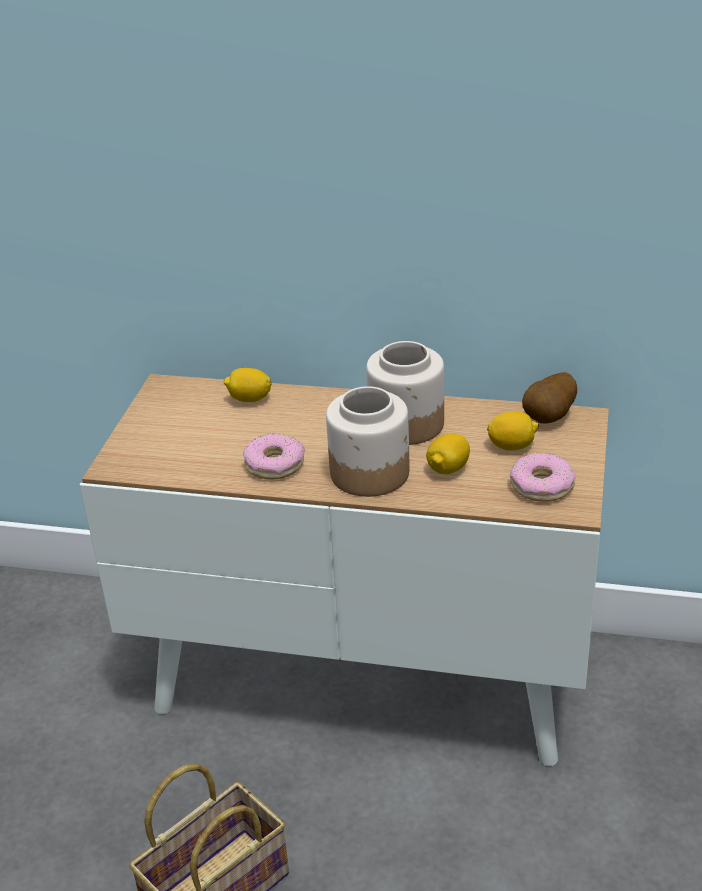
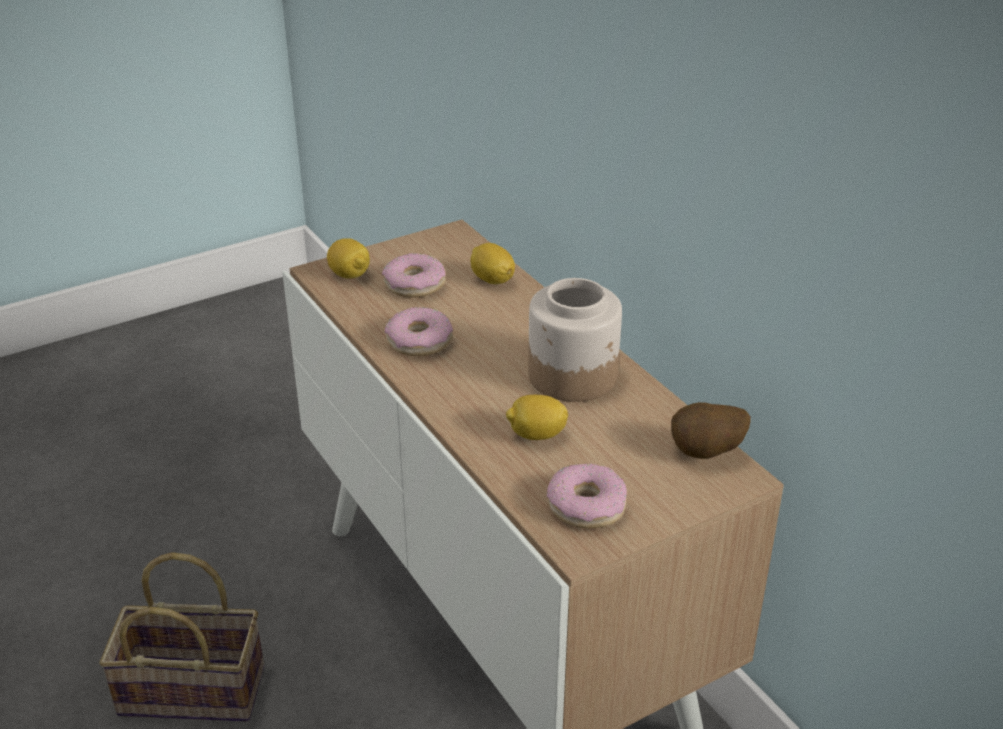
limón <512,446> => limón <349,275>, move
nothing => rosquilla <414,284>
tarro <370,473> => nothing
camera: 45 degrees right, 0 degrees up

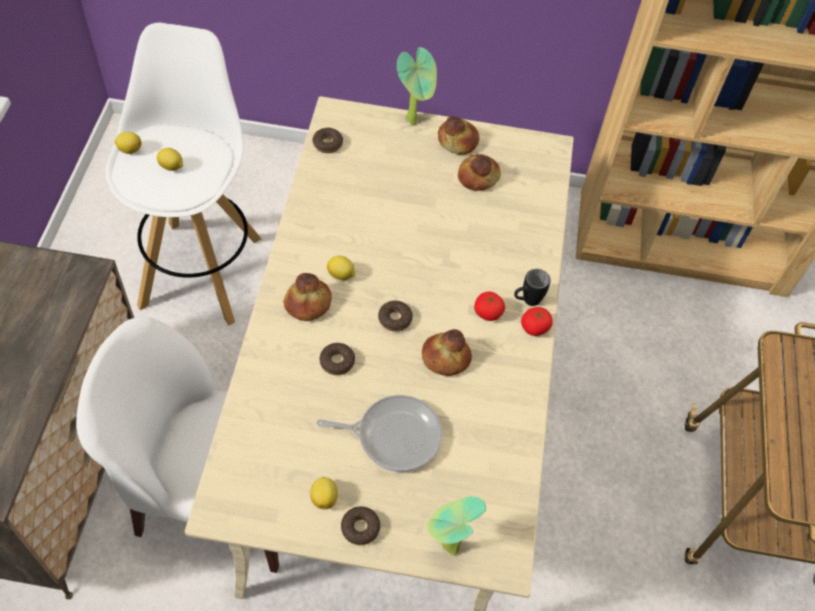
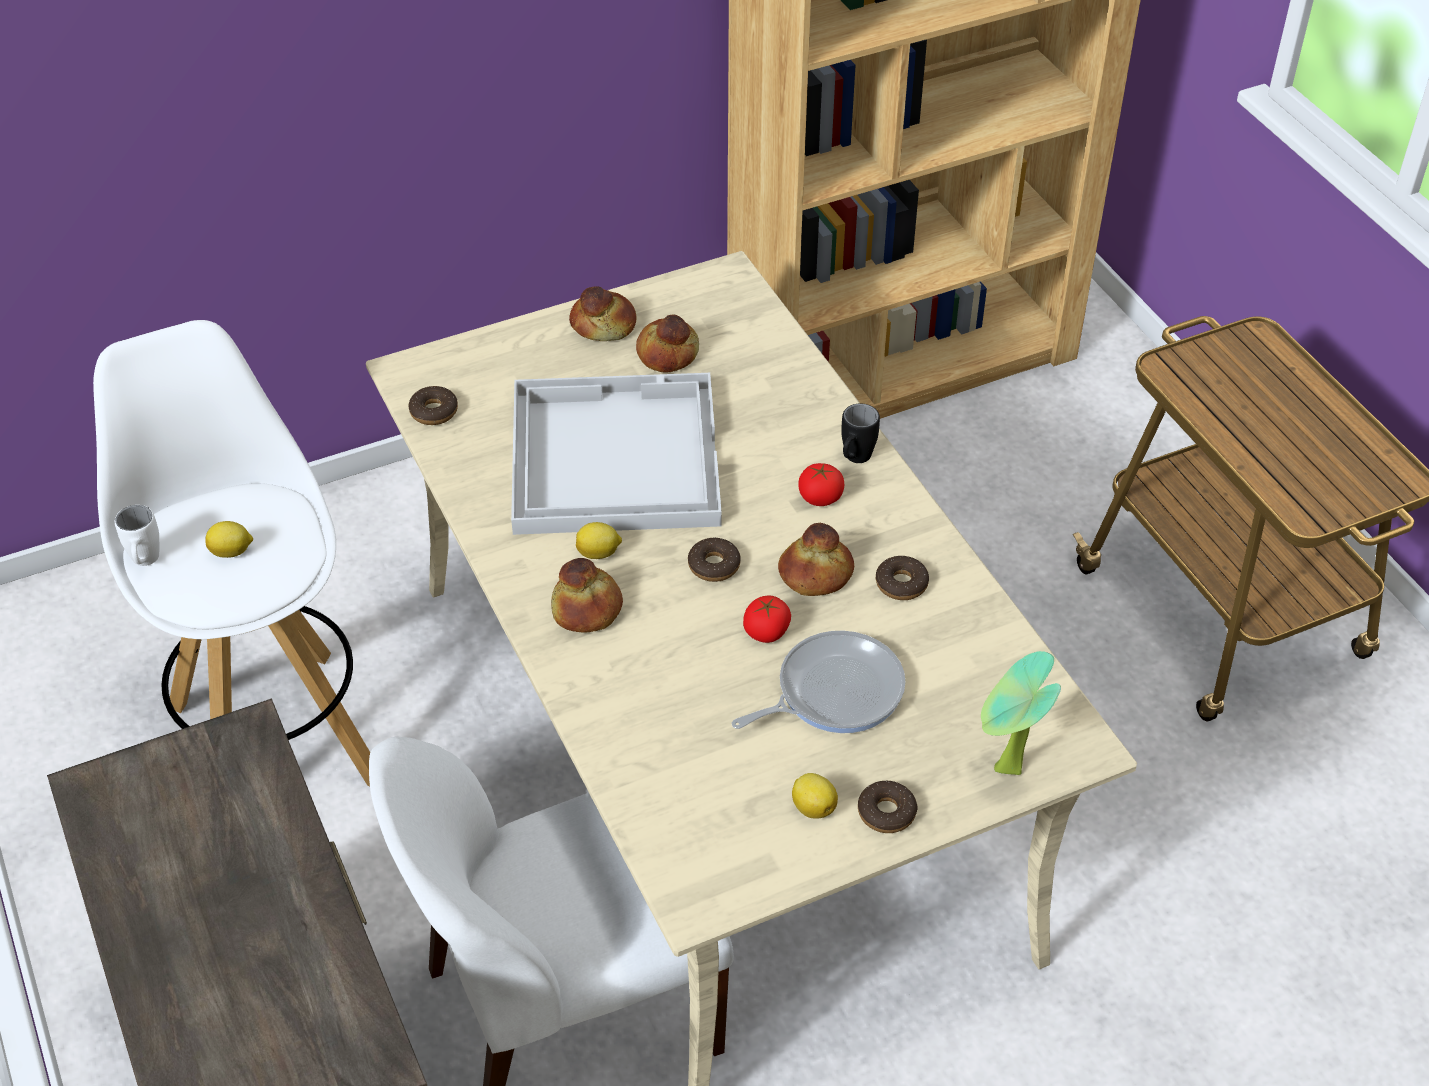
limón <129,149> => taza grande/blanco <145,563>
nothing => bandeja/blanco <612,456>
tomate <534,328> => tomate <766,632>, move
rosquilla <337,362> => rosquilla <901,584>, move
planta en maceta <414,120> => nothing
camera: 30 degrees left, 10 degrees down

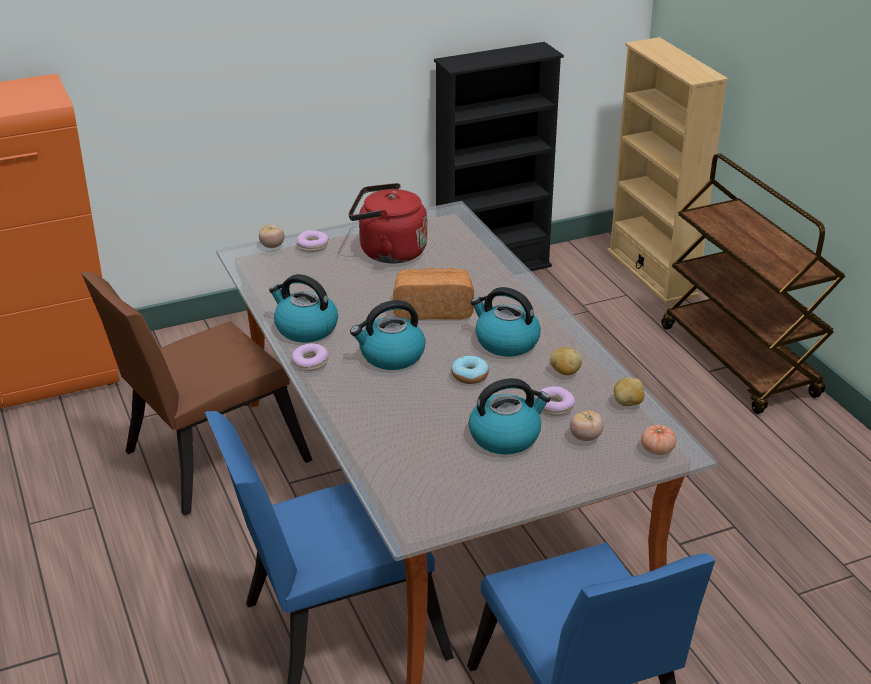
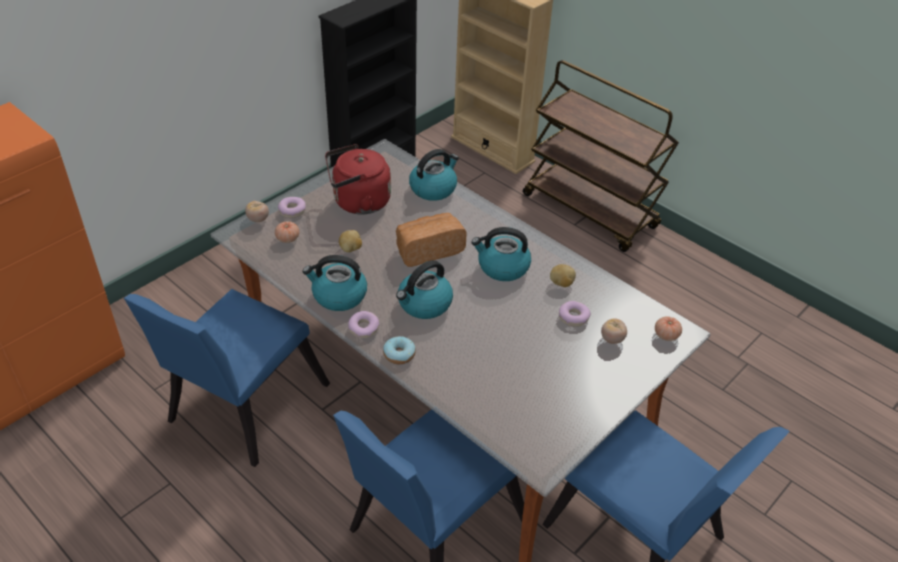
silla/marrón <205,459> => silla/azul <241,408>
nothing => tomate <287,238>
patata <628,403> => patata <351,249>, move
rosquilla <470,376> => rosquilla <399,354>, move
hervidor <505,436> => hervidor <433,188>, move
camera: 25 degrees left, 10 degrees up

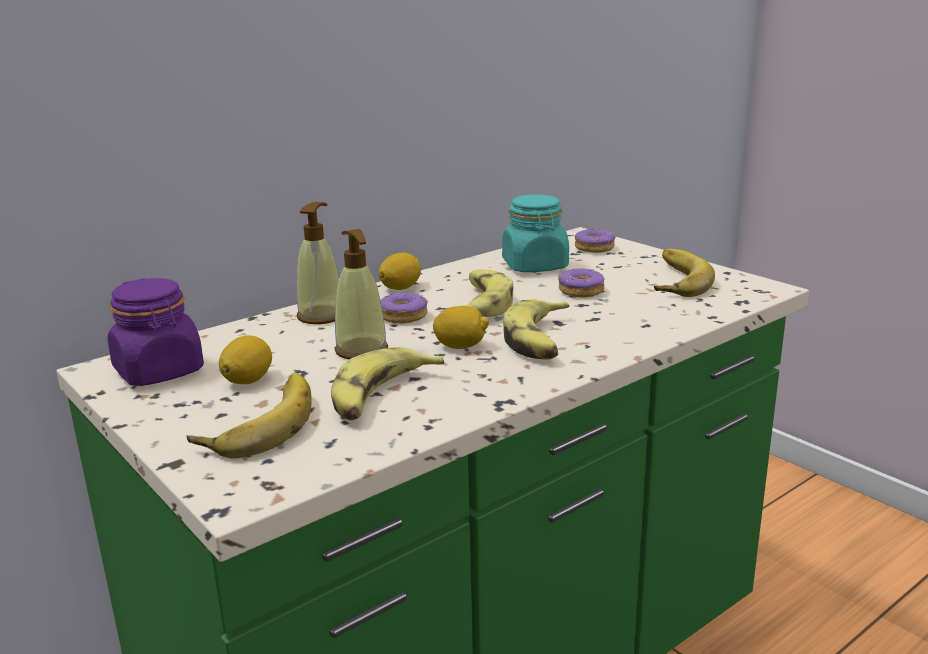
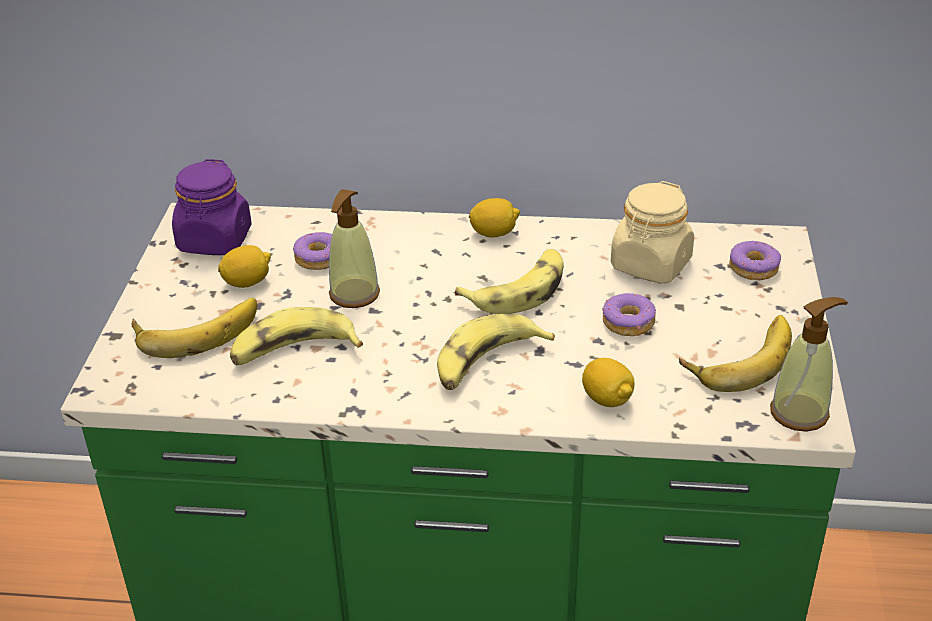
rosquilla <403,316> => rosquilla <319,258>, move
limón <461,346> => limón <607,399>, move
tarro/turquesa <535,266> => tarro/beis <650,265>
dispensador de jabón <321,316> => dispensador de jabón <799,413>, move
camera: 45 degrees right, 15 degrees up

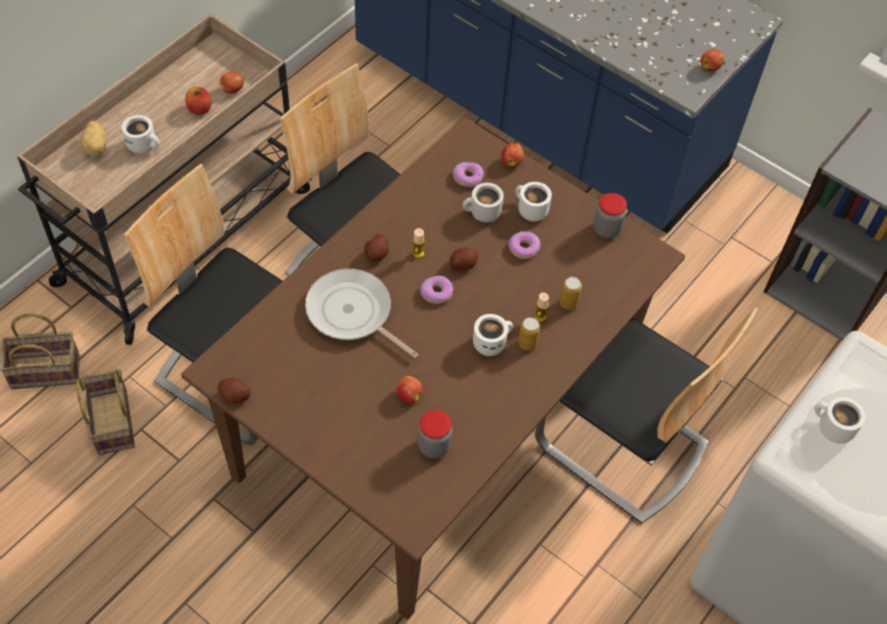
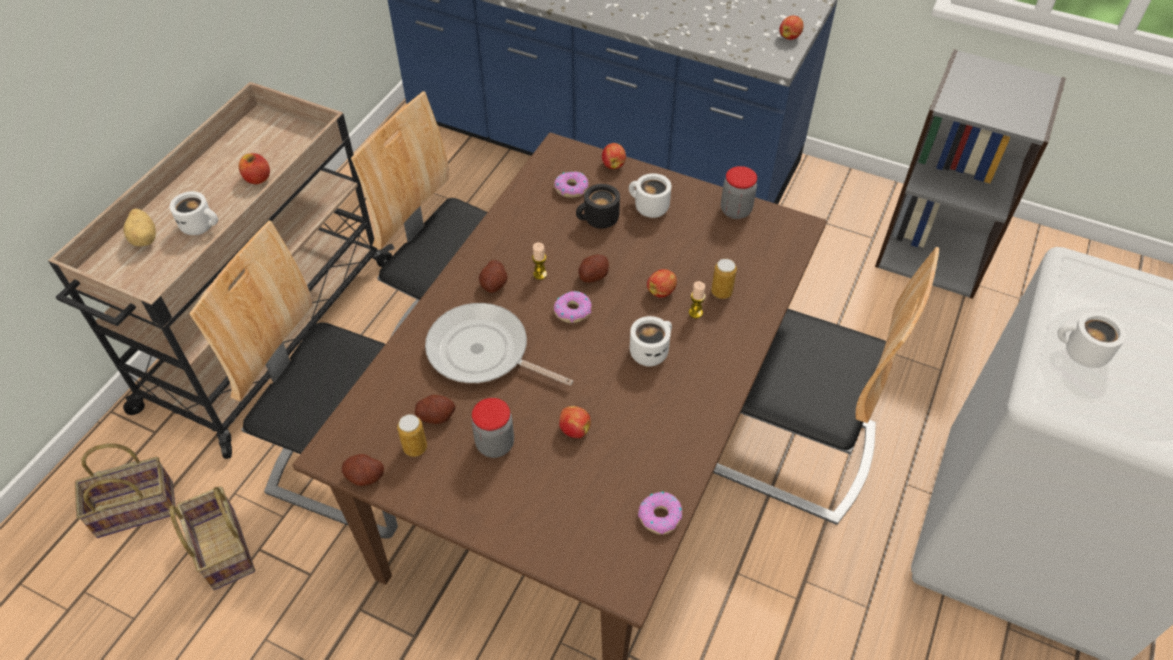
lata <527,343> => lata <415,447>, move
nothing => patata <436,416>
tarro <434,446> => tarro <495,444>, move
taza grande/blanco <483,214> => taza grande/negro <599,221>
rosquilla <524,248> => rosquilla <660,516>, move
manzana <233,89> => manzana <661,291>, move
camera: 10 degrees left, 5 degrees down

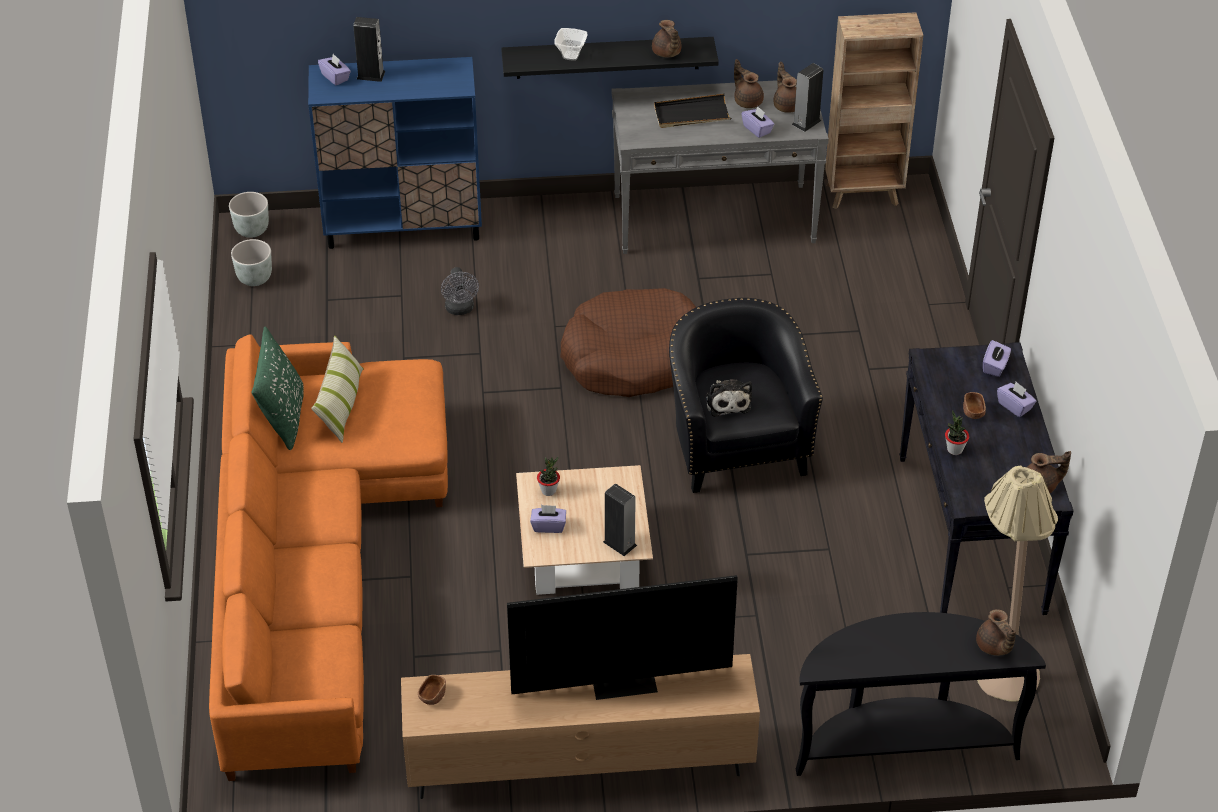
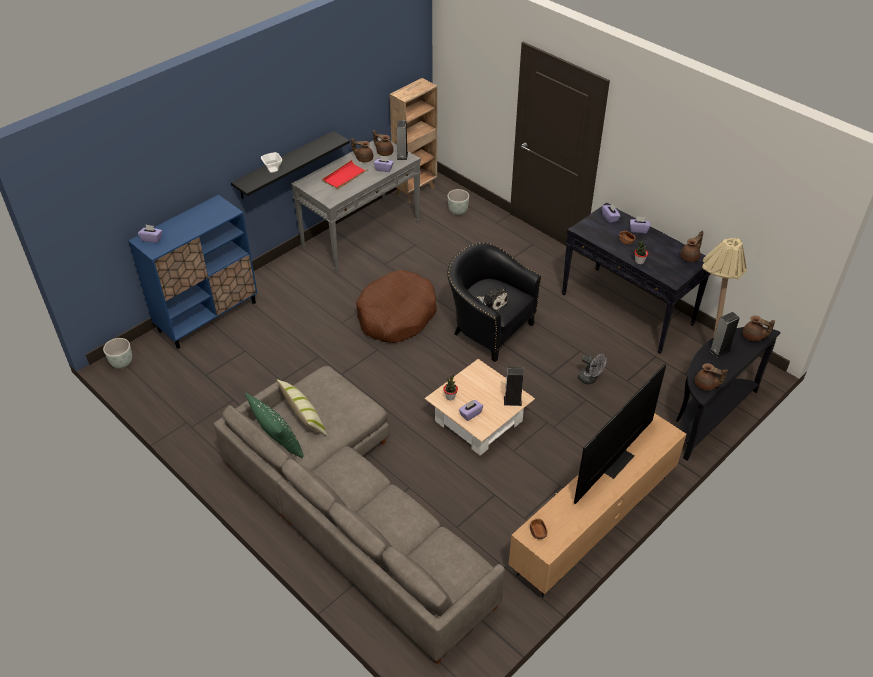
sofá/naranja <316,561> => sofá/gris <351,512>
bandeja/negro <691,114> => bandeja/rojo <344,176>
maceta/gris <254,279> => maceta/gris <458,211>, move
ventilador/gris <460,309> => ventilador/gris <590,379>, move
tetera/marrón <666,53> => tetera/marrón <706,385>, move
altavoz <370,75> => altavoz <719,350>, move
camera: 40 degrees left, 0 degrees up

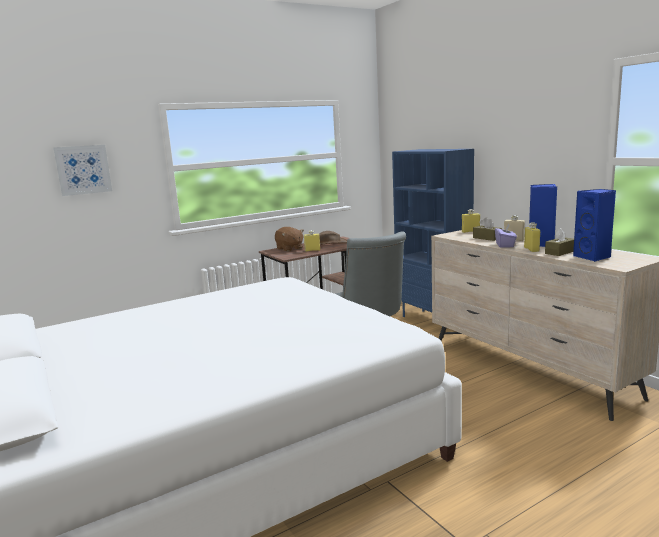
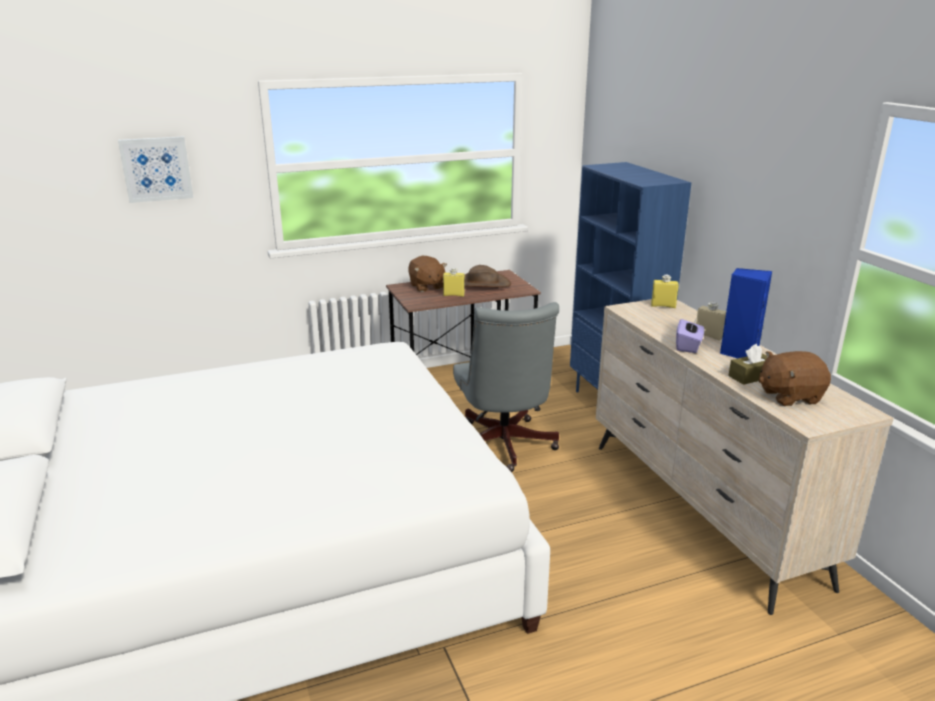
altavoz/azul <593,257> => peluche/marrón <789,396>
caja de pañuelos/marrón <487,238> => nothing
botella/amarillo <531,249> => nothing
camera: 10 degrees right, 10 degrees up

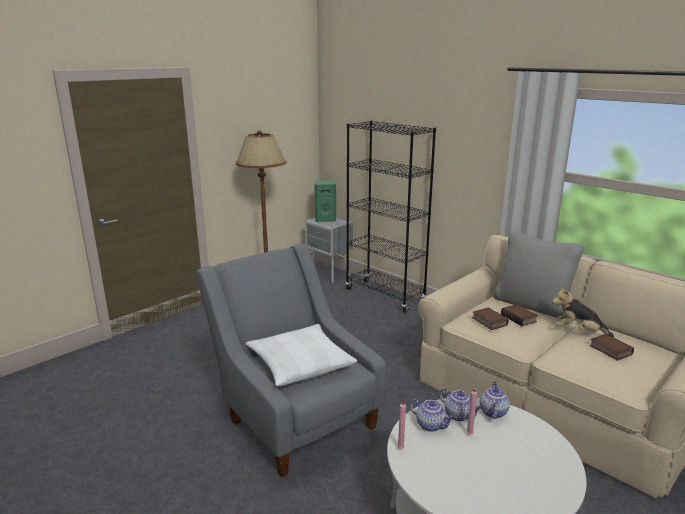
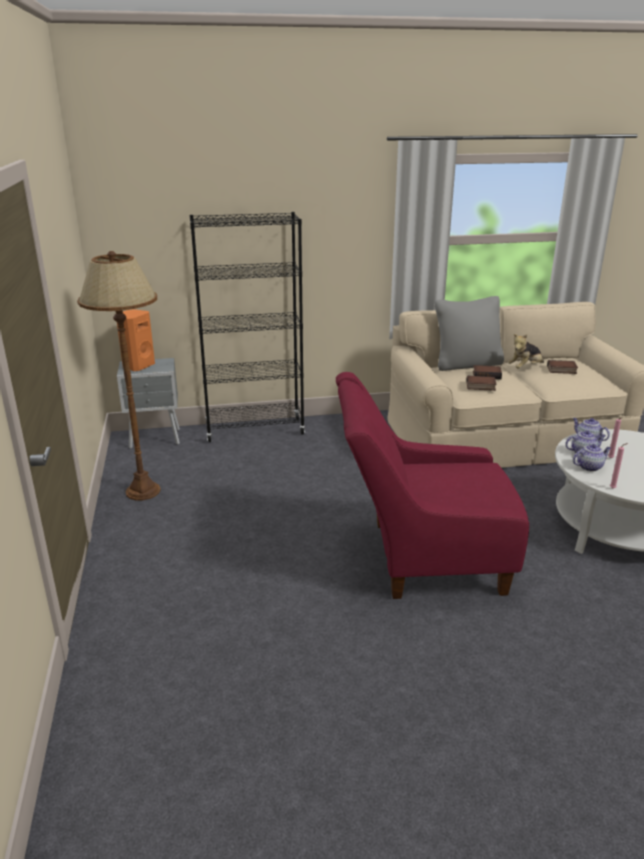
altavoz/verde <325,220> => altavoz/naranja <138,366>
sillón/gris <296,417> => sillón/rojo <421,557>
cojín/blanco <300,363> => nothing
camera: 55 degrees left, 5 degrees up

